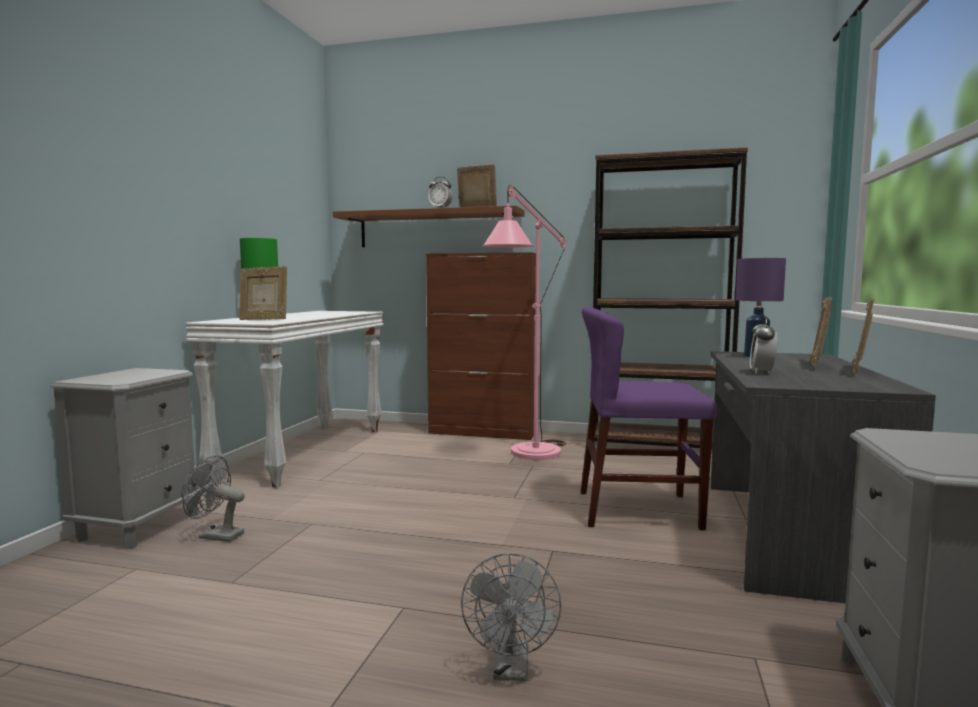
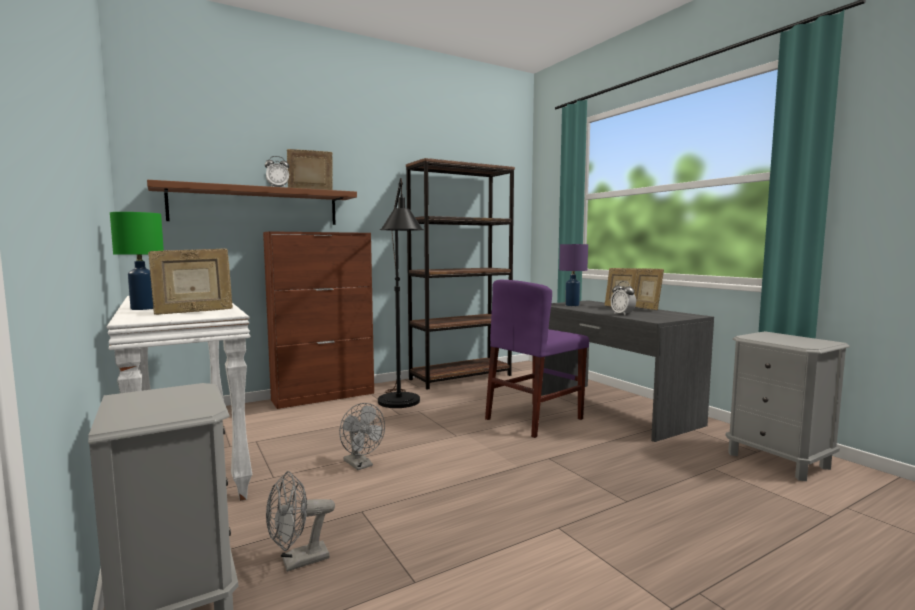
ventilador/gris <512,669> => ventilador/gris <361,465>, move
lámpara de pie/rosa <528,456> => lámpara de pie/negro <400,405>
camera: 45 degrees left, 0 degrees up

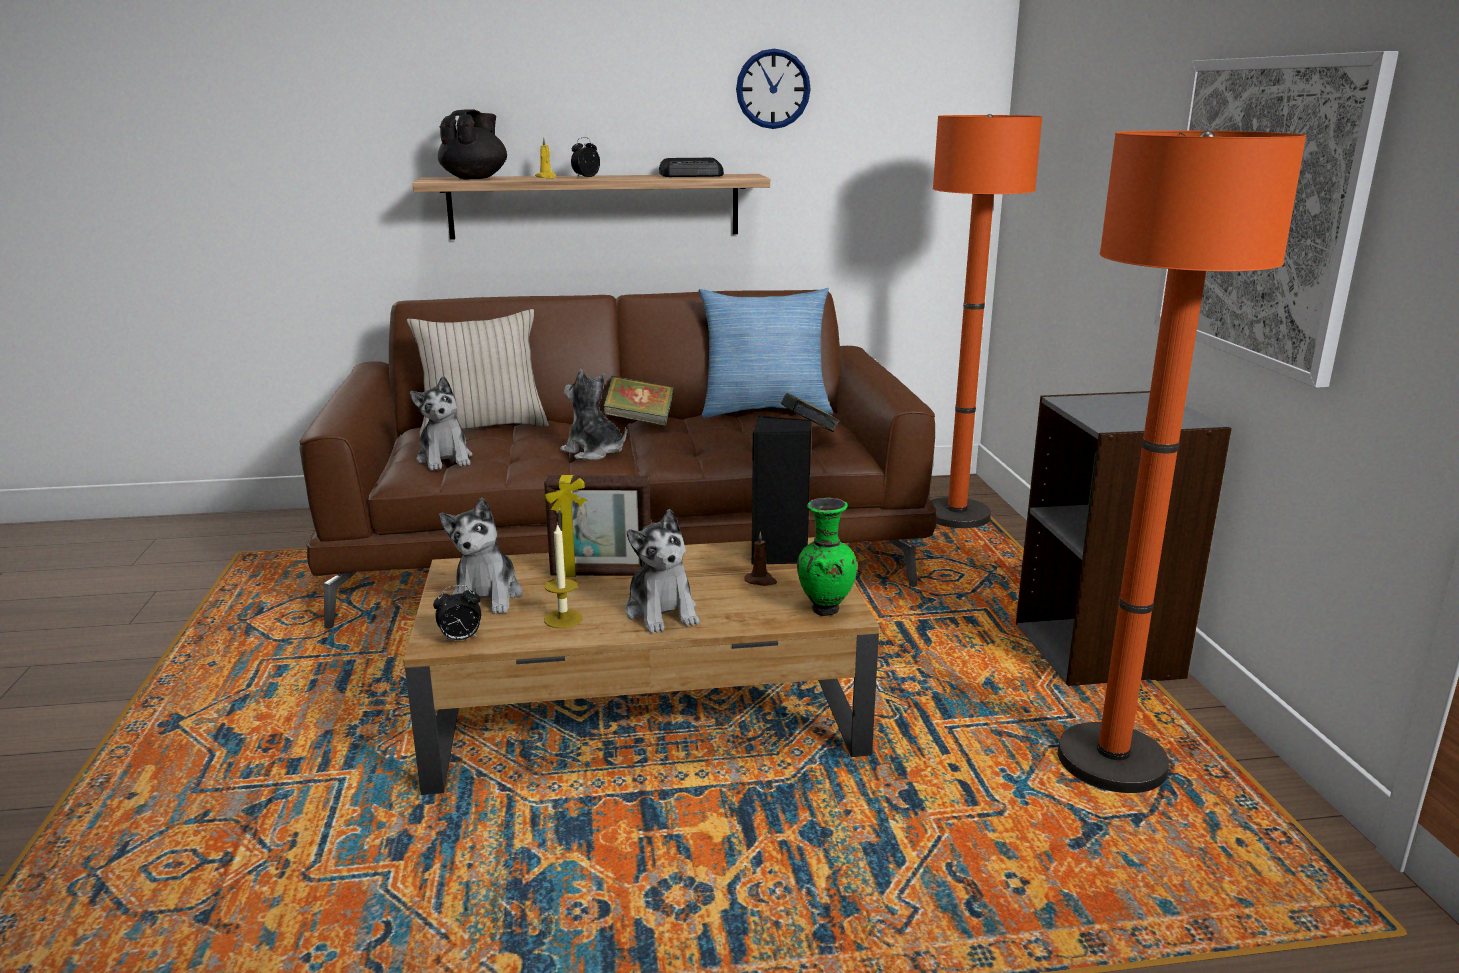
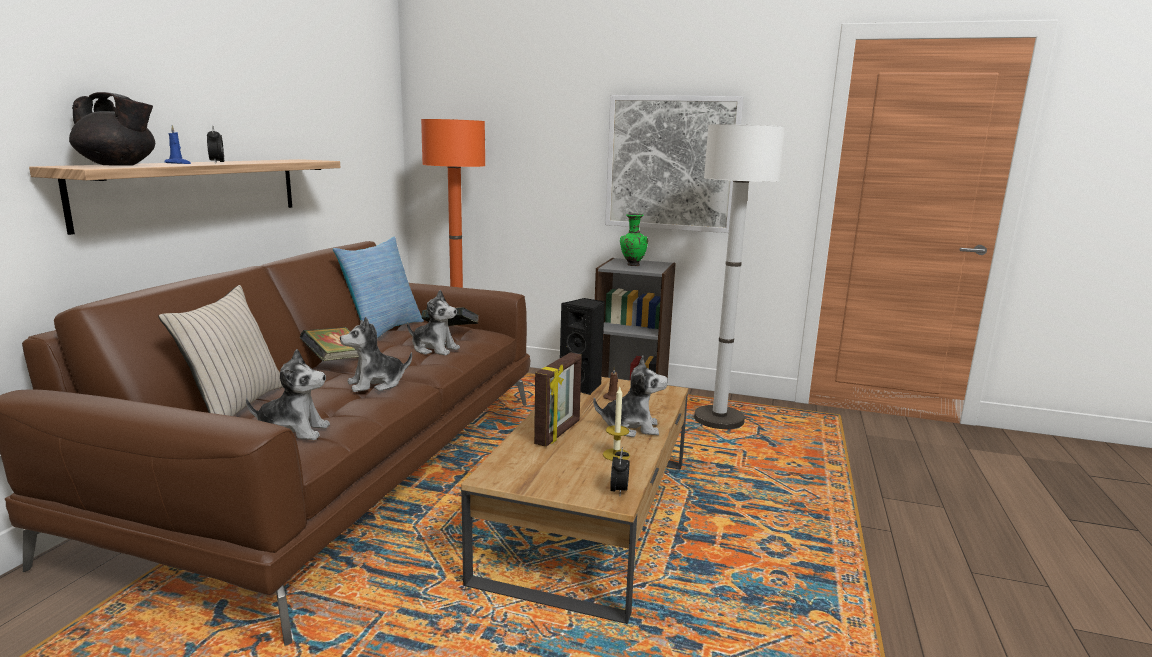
tetera/negro <475,178> => tetera/negro <118,165>, 150 degrees clockwise
vela/amarillo <546,177> => vela/azul <178,163>
peluche <487,597> => peluche <434,349>, move
florero/verde <824,609> => florero/verde <632,265>, move
lámpara de pie/naranja <1111,762> => lámpara de pie/blanco <718,420>
radio <692,176> => nothing
reloj de pared <773,89> => nothing
camera: 65 degrees left, 5 degrees down

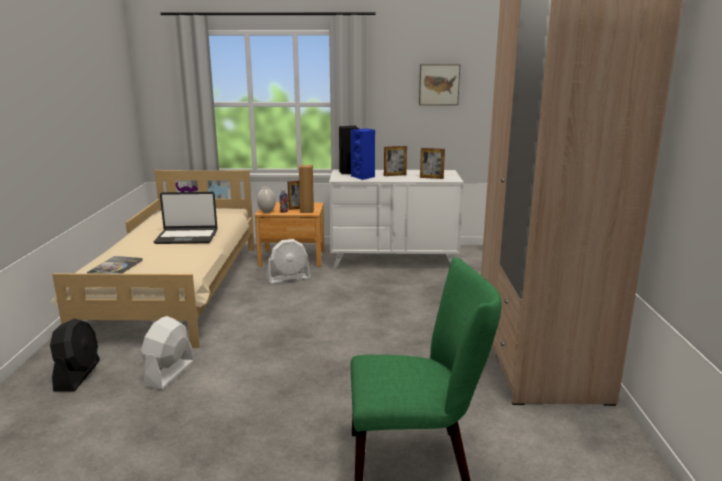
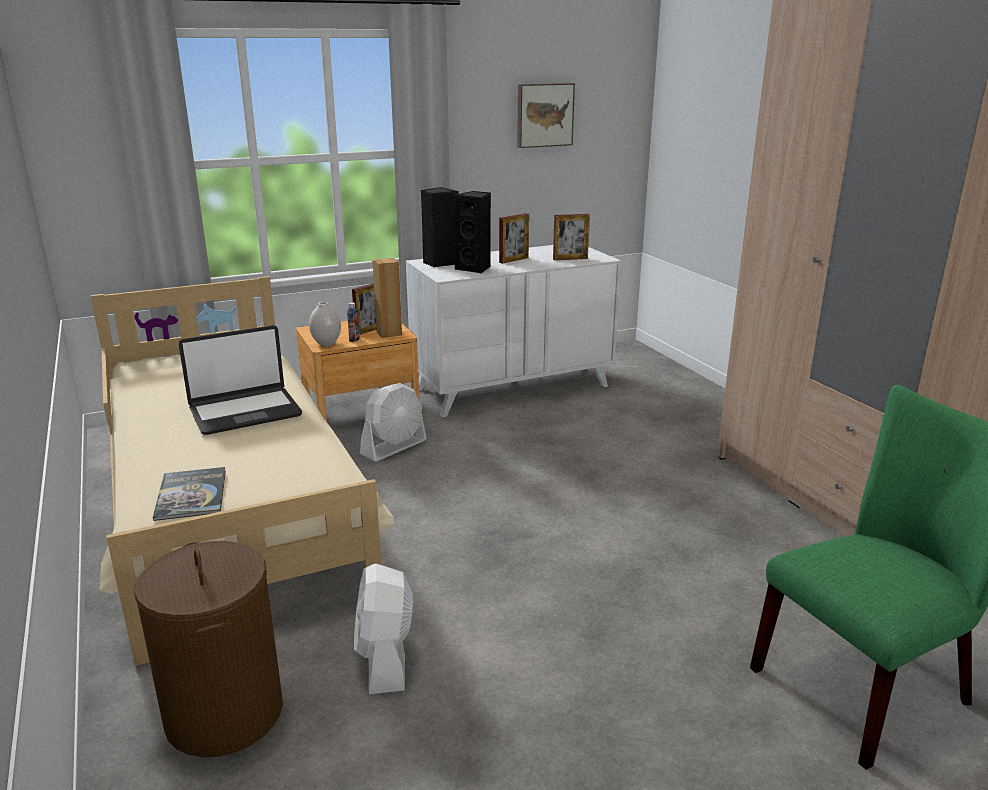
ventilador/negro <78,375> => cesto de la ropa/marrón <224,713>
altavoz/azul <363,177> => altavoz/negro <475,268>
camera: 25 degrees left, 5 degrees up

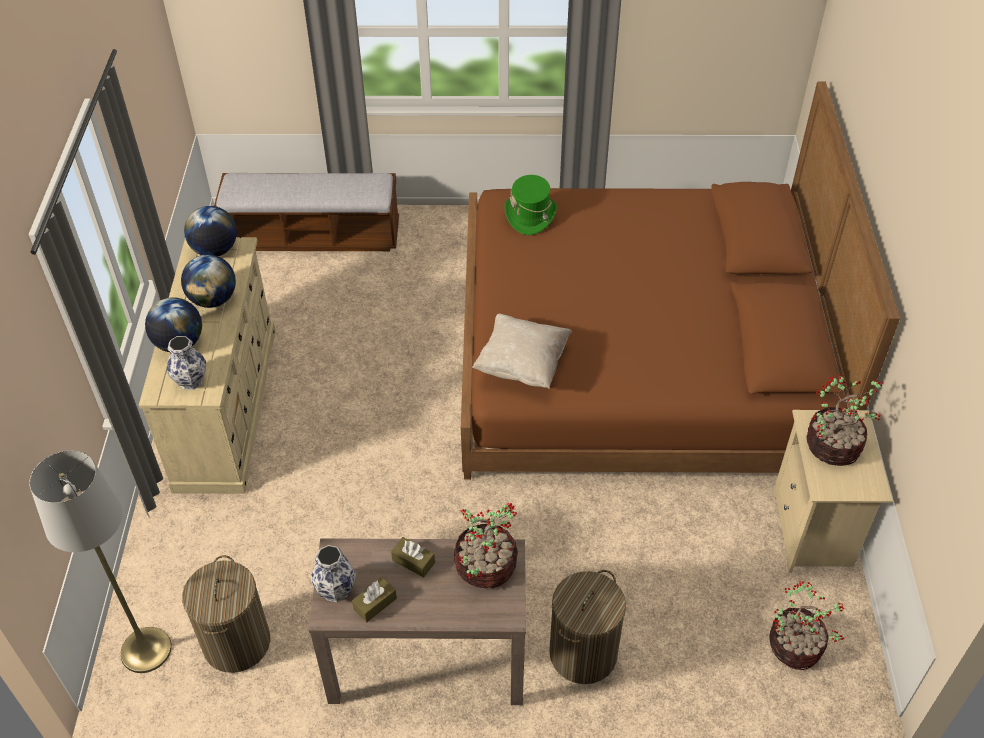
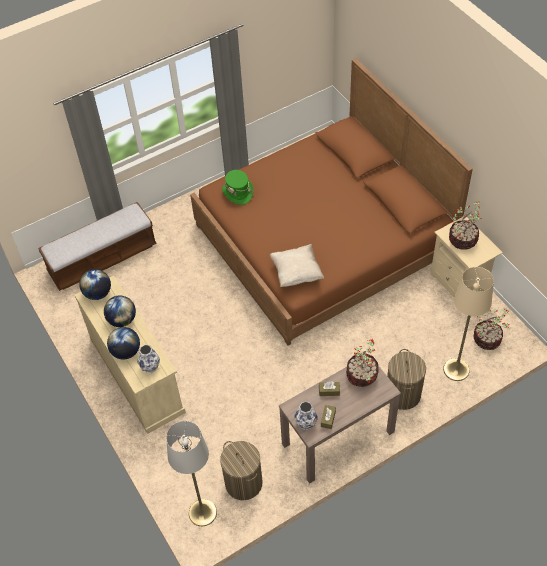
nothing => lámpara de pie/beis <456,369>
camera: 30 degrees left, 5 degrees up

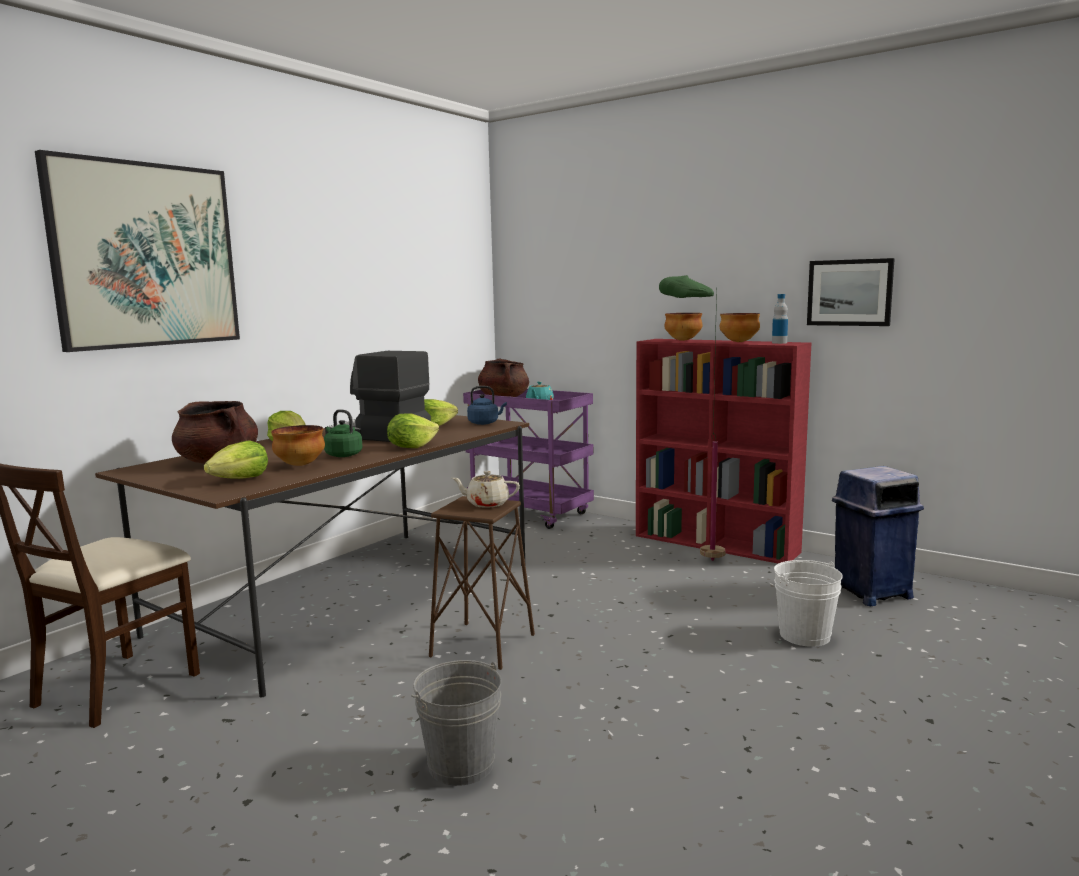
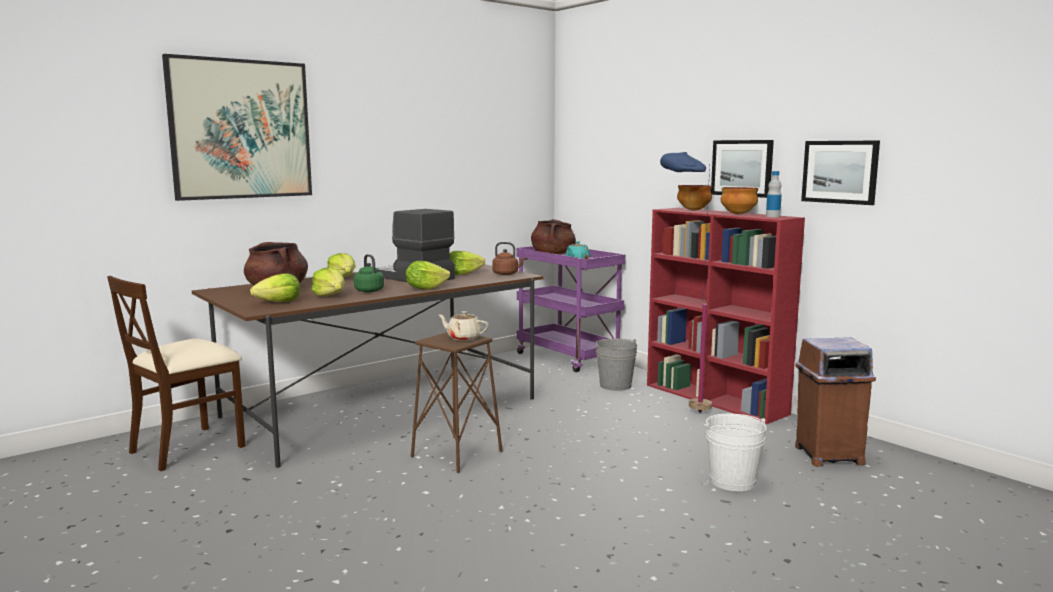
cuenco <300,465> => lechuga <330,295>
hervidor/azul <485,423> => hervidor/marrón <507,274>
cubo/gris <461,765> => cubo/gris <615,385>, move
lámpara de pie/verde <690,558> => lámpara de pie/azul <681,409>
nothing => cuadro <742,168>
papelera/azul <870,592> => papelera/marrón <827,455>
camera: 15 degrees right, 0 degrees up

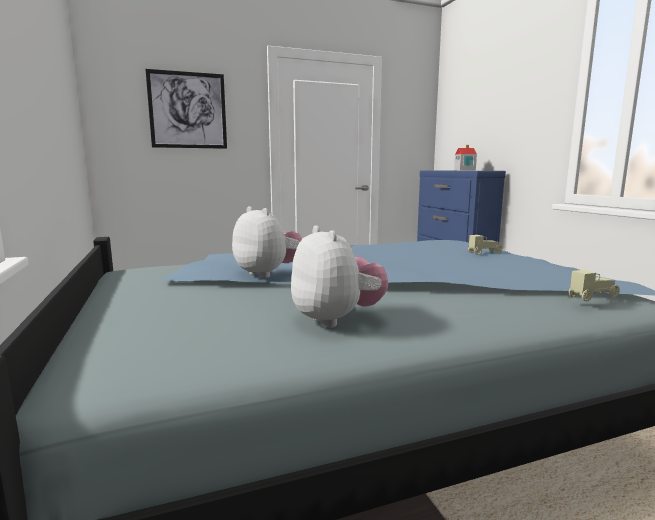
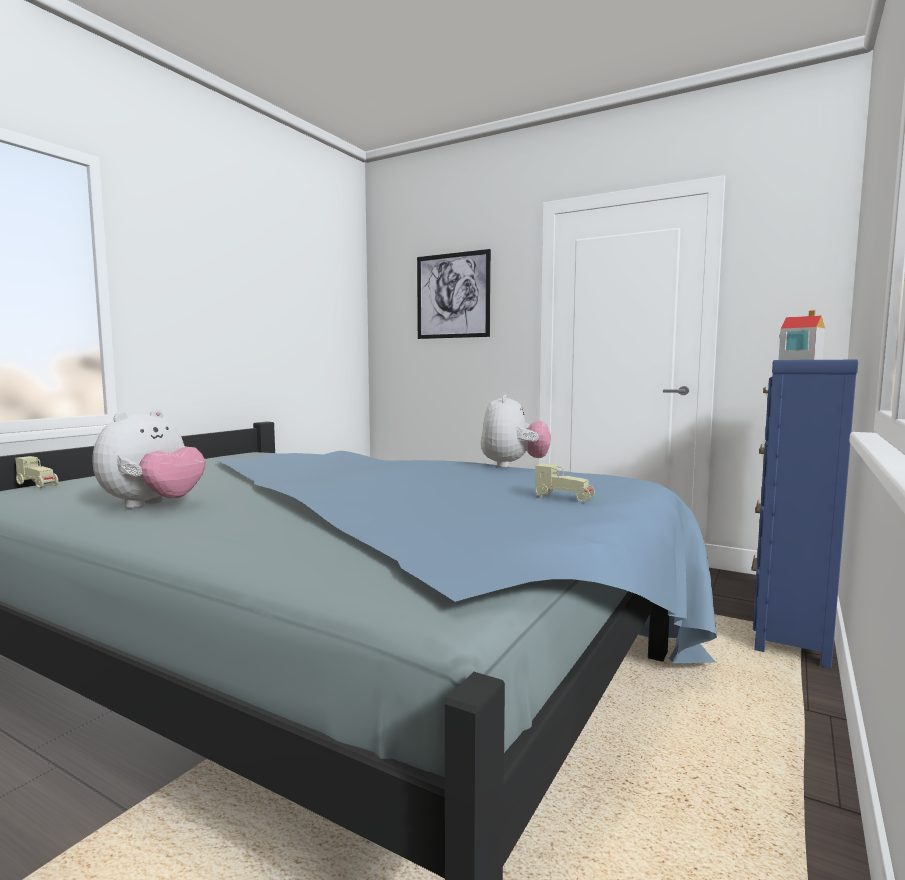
coche de juguete/beis <592,297> => coche de juguete/beis <38,485>, move
peluche <267,274> => peluche <513,465>, move
camera: 50 degrees right, 5 degrees down

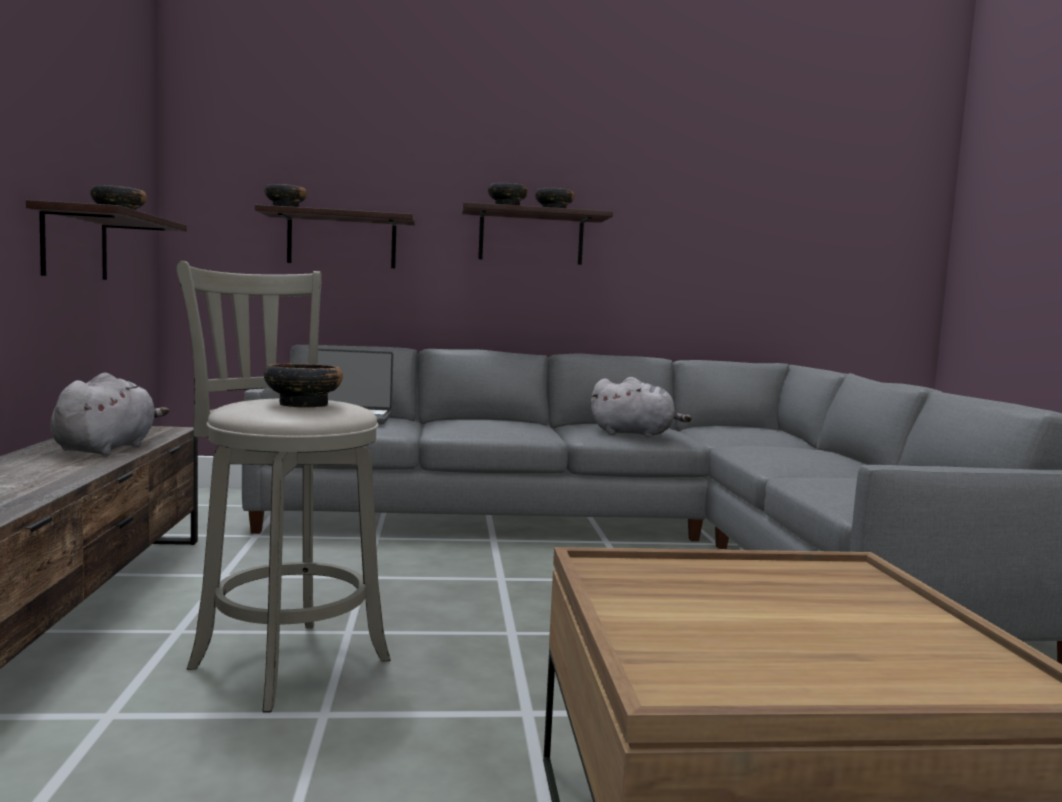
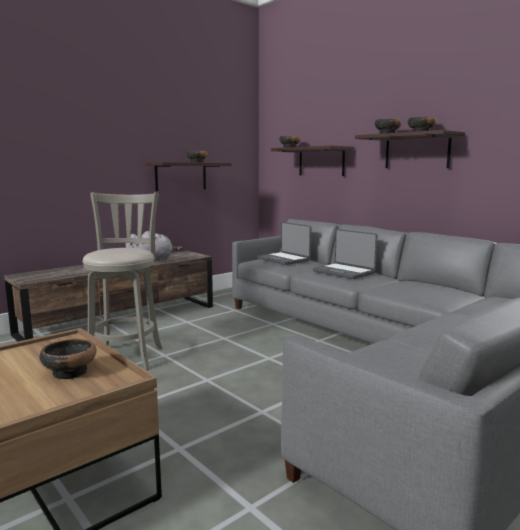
cuenco <302,405> => cuenco <70,372>, move
nothing => portátil <344,272>
peluche/gris <635,434> => nothing
camera: 55 degrees right, 5 degrees up

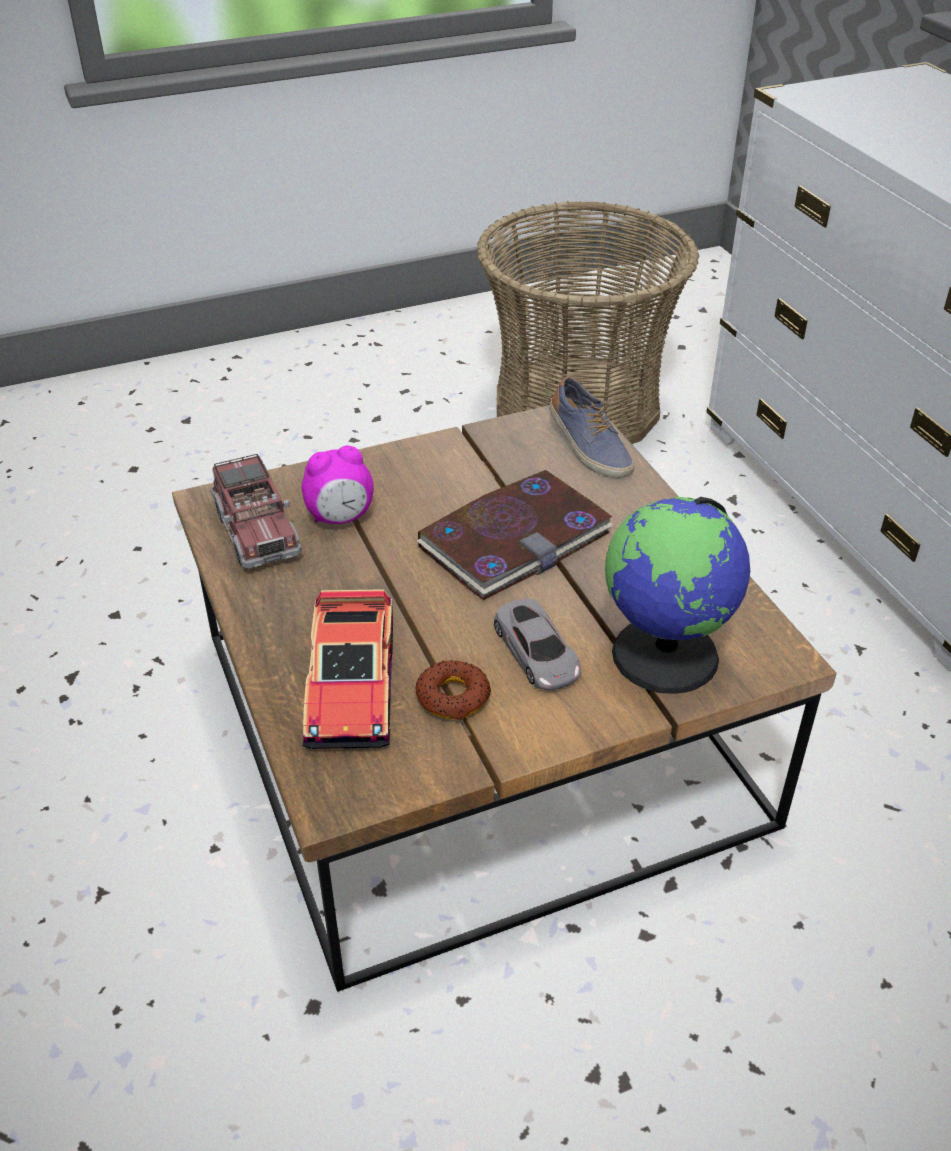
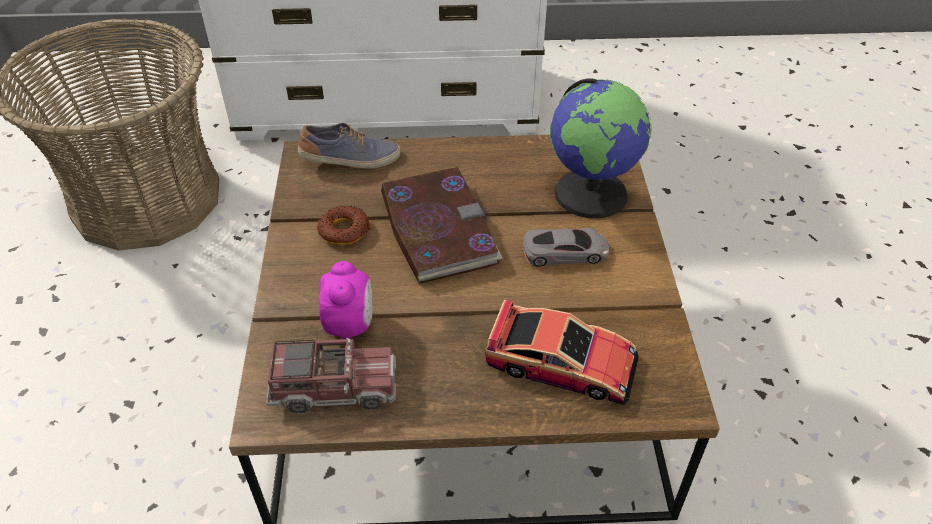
rosquilla <453,696> => rosquilla <344,230>, move
camera: 70 degrees left, 5 degrees up

